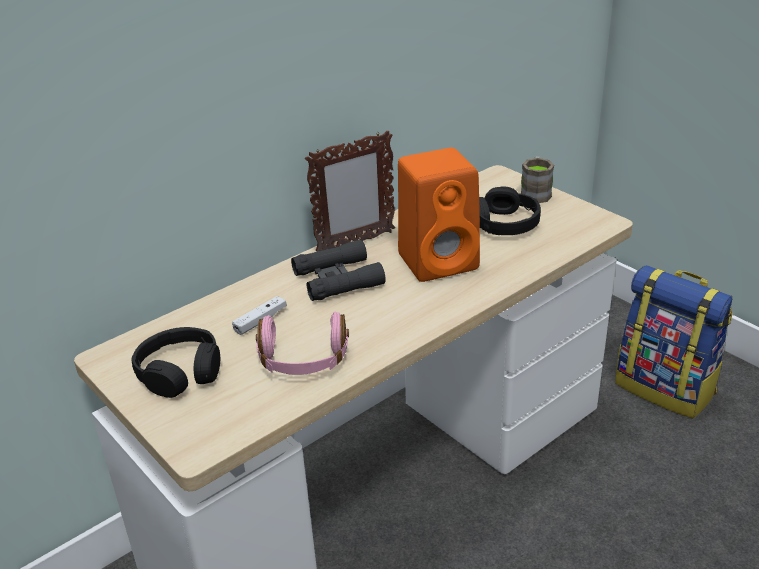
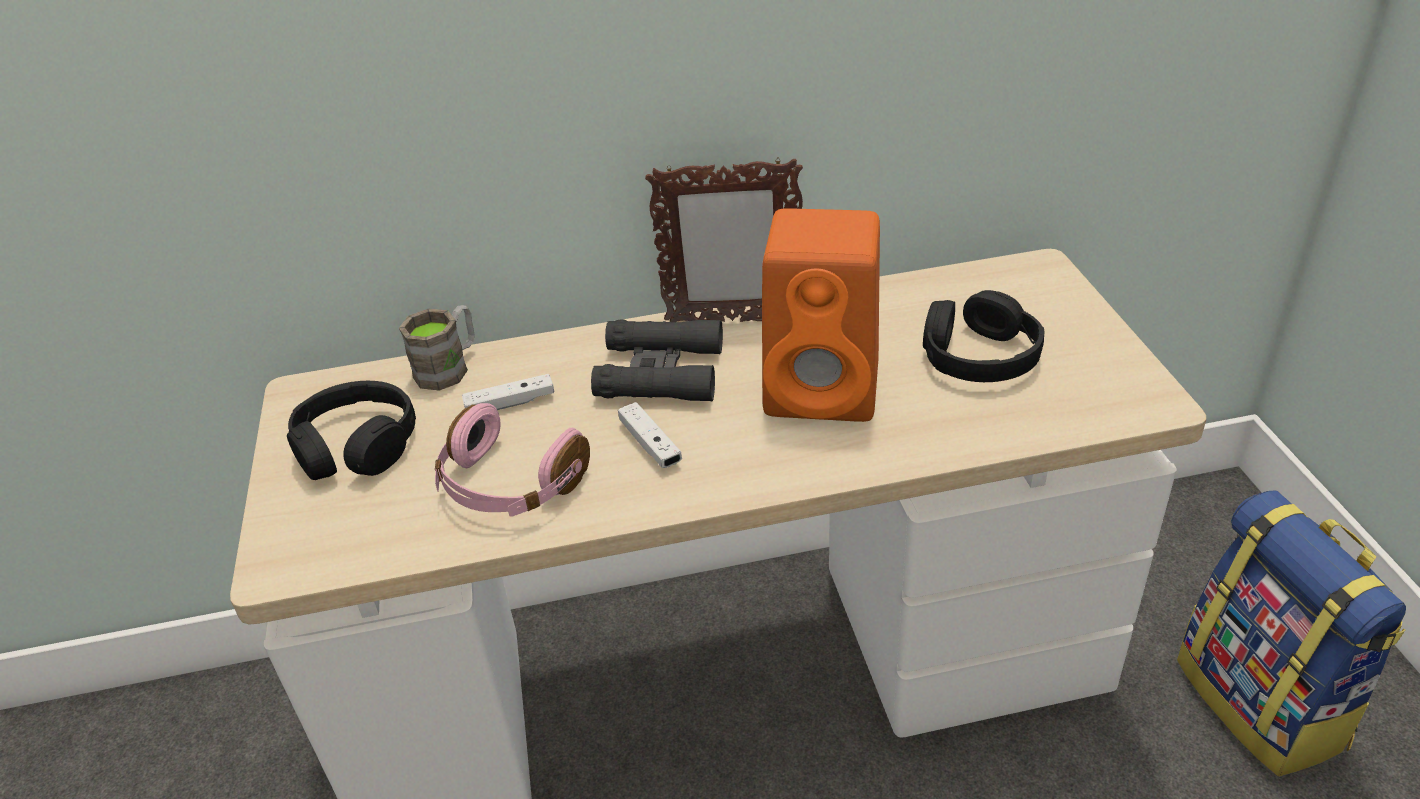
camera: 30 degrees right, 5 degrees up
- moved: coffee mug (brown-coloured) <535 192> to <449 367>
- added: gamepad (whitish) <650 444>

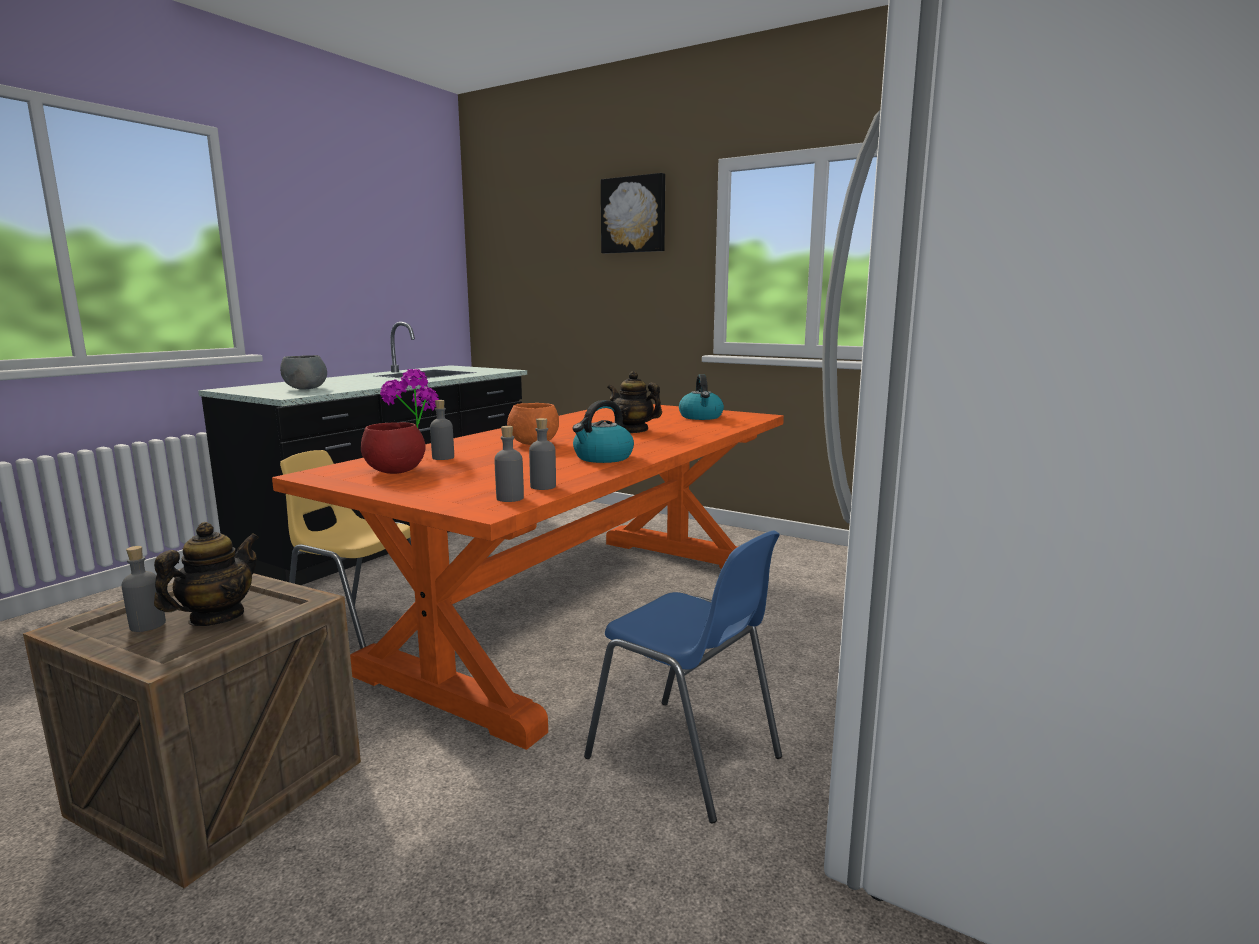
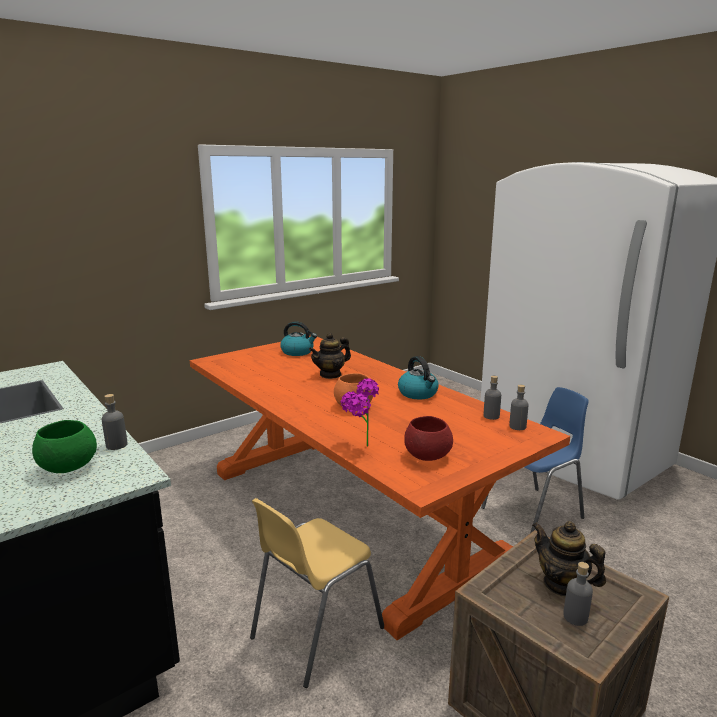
camera: 70 degrees left, 5 degrees up
- removed: picture <634 215>
- recoloured: bowl (greyish) <305 388> to bowl (greenish) <68 467>
- moved: drink bottle (greyish) <443 457> to <116 445>

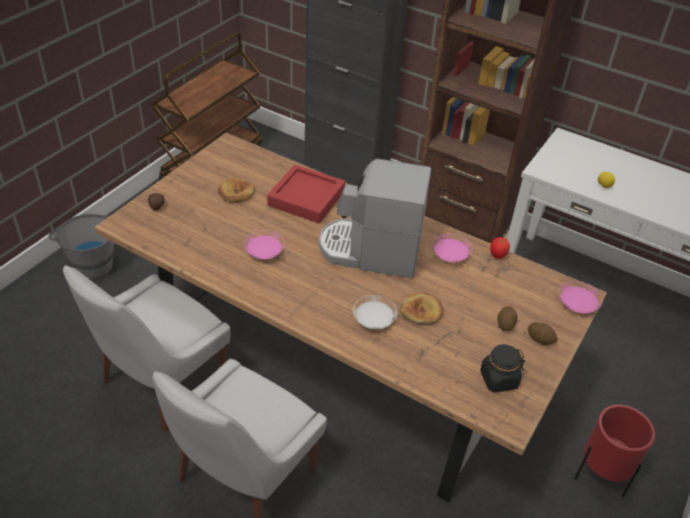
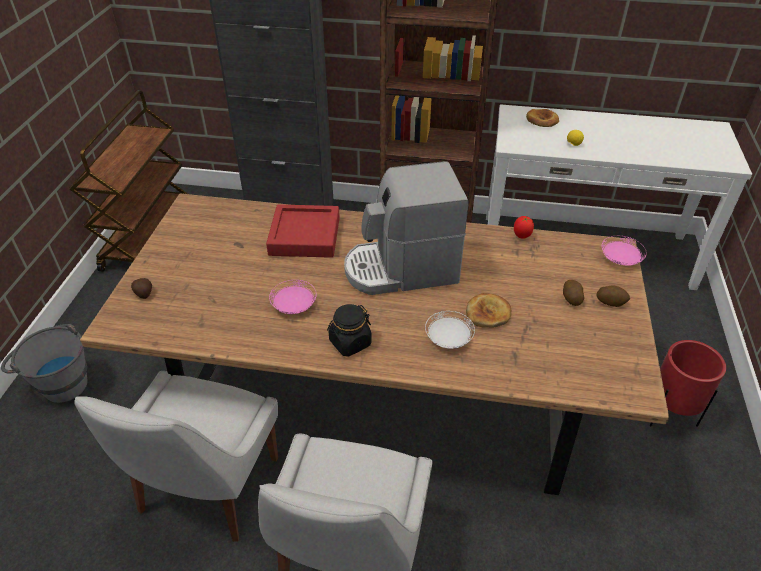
camera: 20 degrees left, 0 degrees up
- moved: bread <236 193> to <542 120>
- removed: dinner plate (pinkish) <450 256>
- moved: storage jar (blackish) <498 379> to <350 342>

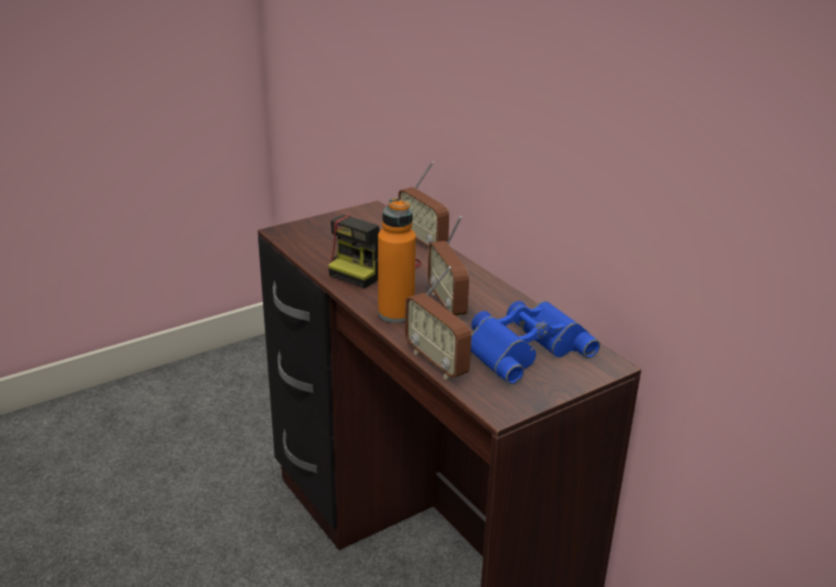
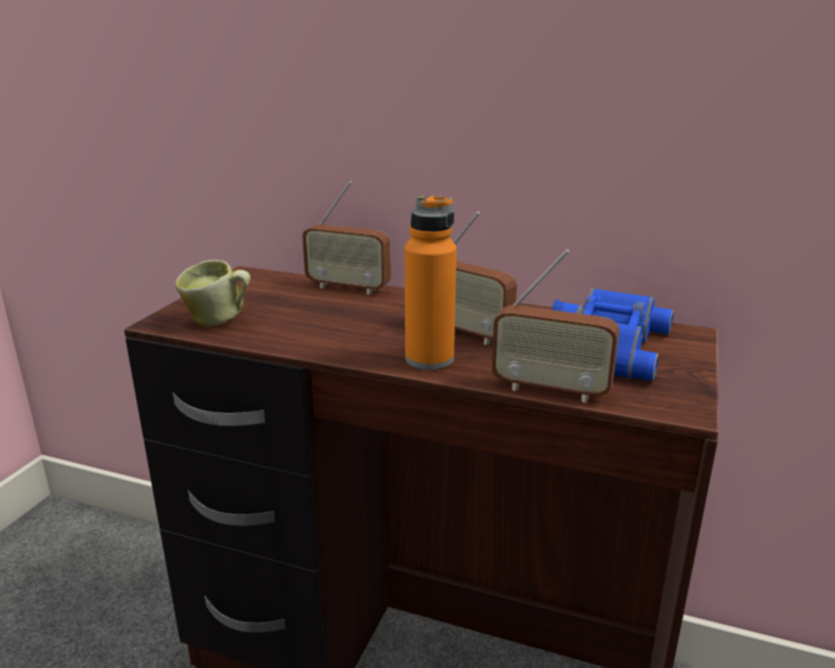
camera: 35 degrees left, 5 degrees down
- removed: still camera <373 268>
- added: coffee mug <219 322>

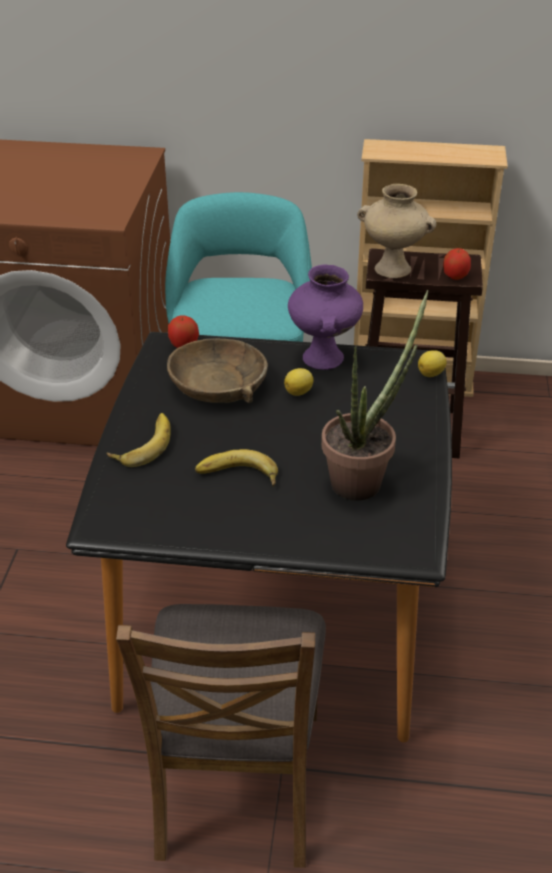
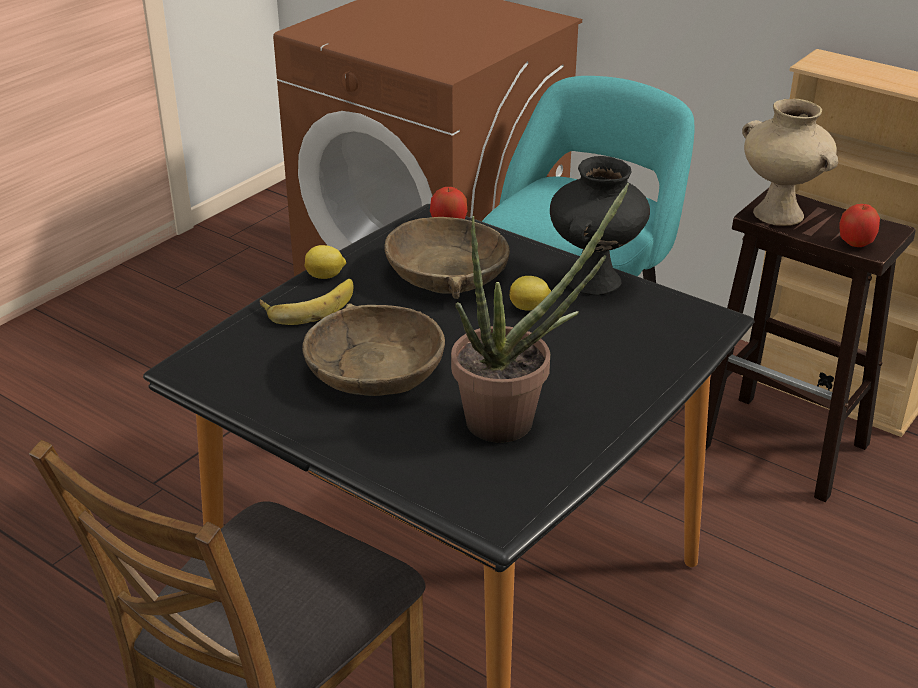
camera: 30 degrees right, 5 degrees down
- recoloured: decorative vase (purplish) <324 358> to decorative vase (blackish) <594 282>
- moved: citrus fruit <431 374> to <326 276>
- replaced: banana fruit <237 477> to bowl (brown-coloured) <374 369>

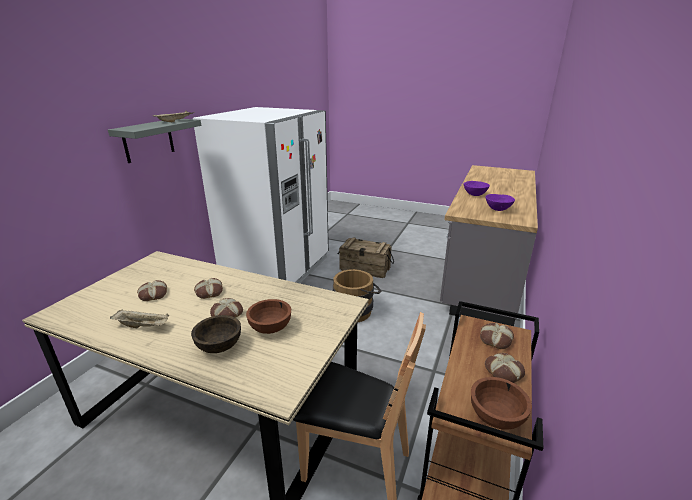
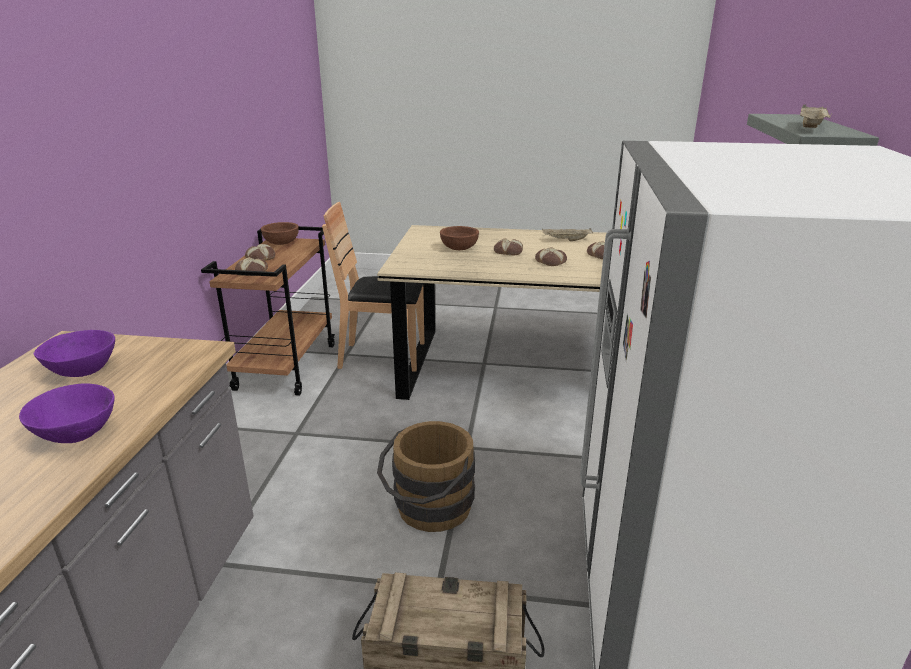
camera: 165 degrees right, 0 degrees up
- removed: bowl (brown-coloured) <219 346>

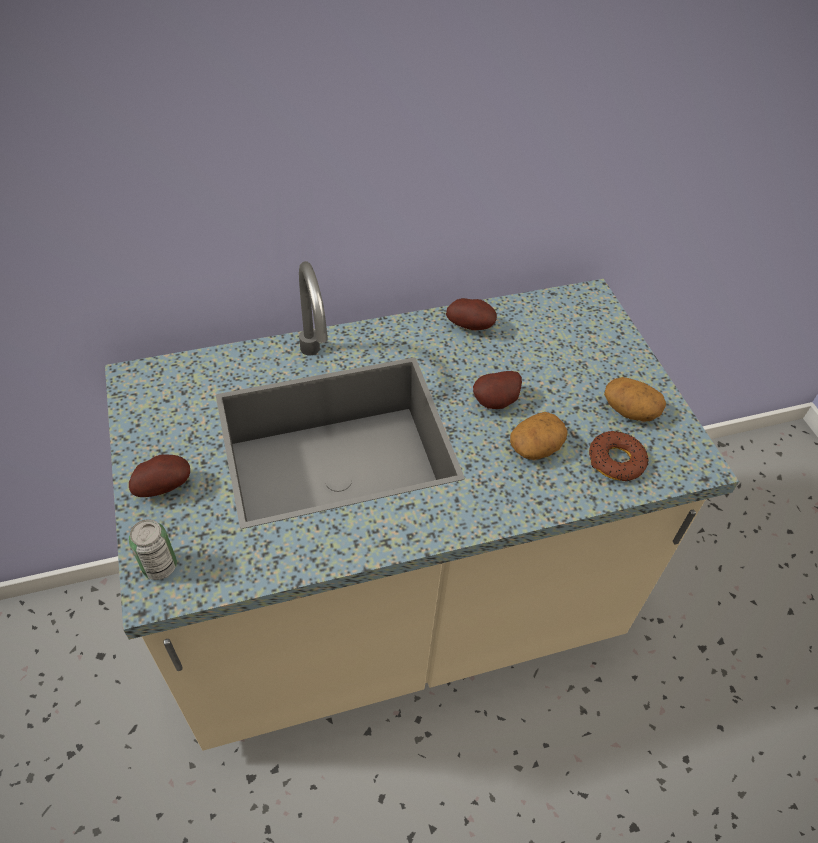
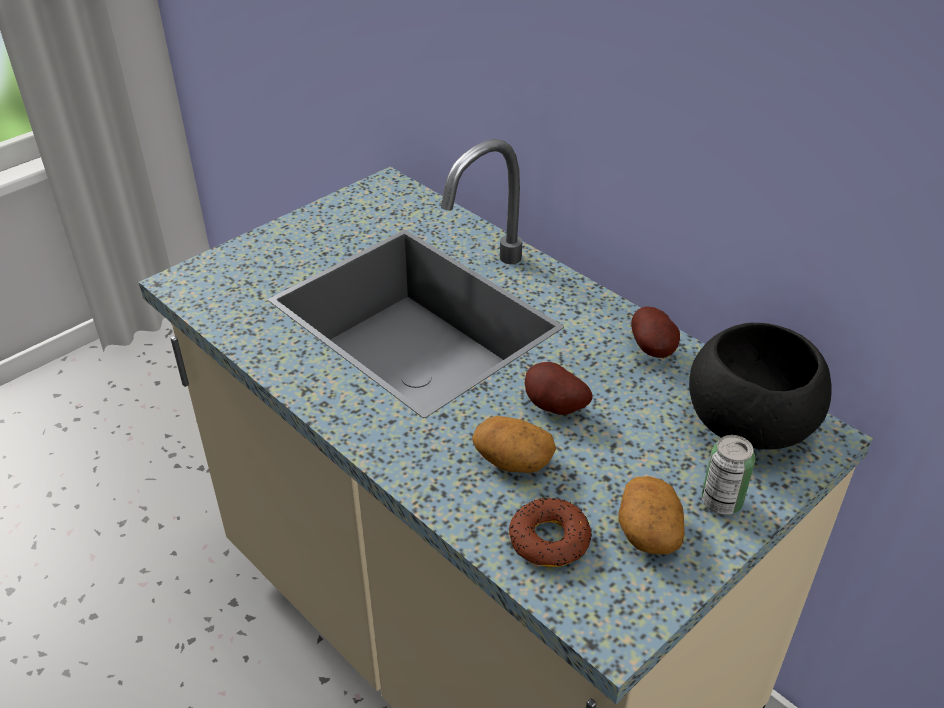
camera: 65 degrees right, 10 degrees down
- removed: whole potato <164 486>
- moved: can <159 566> to <721 502>
- added: bowl (blackish) <750 423>

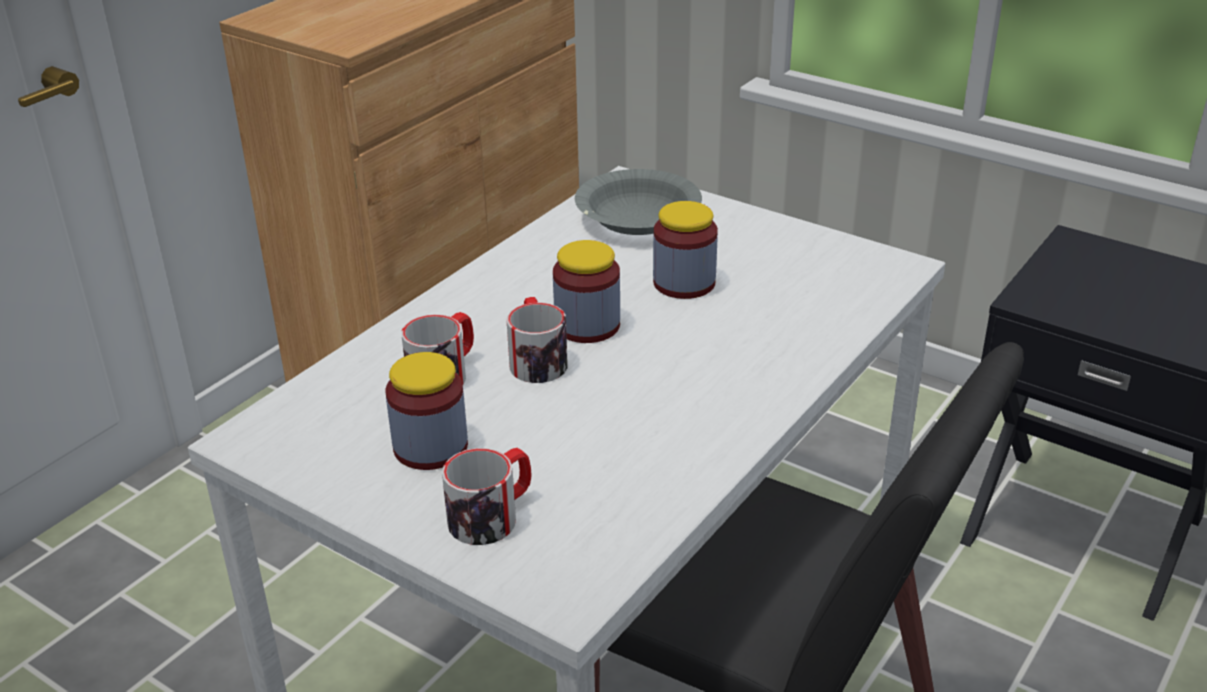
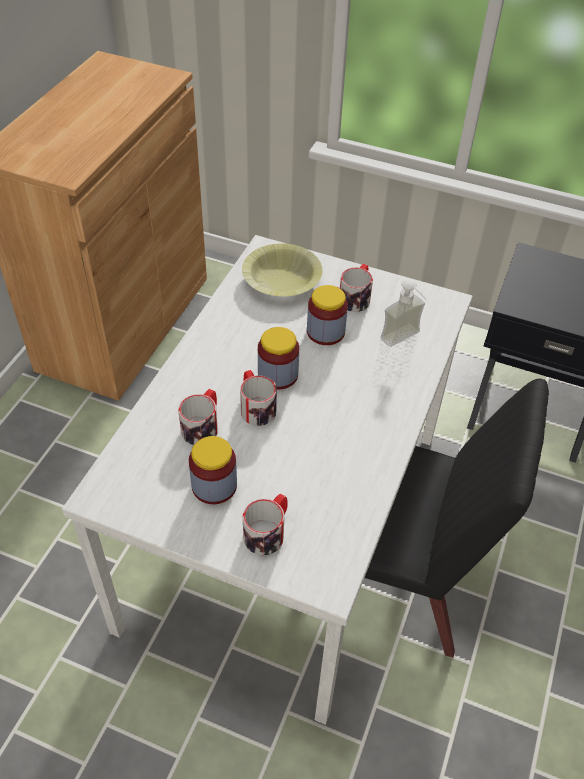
camera: 15 degrees left, 15 degrees up
- recoloured: bowl (greyish) <637 218> to bowl (yellowish) <281 280>
- added: coffee mug <356 297>
- added: soap dispenser <405 340>

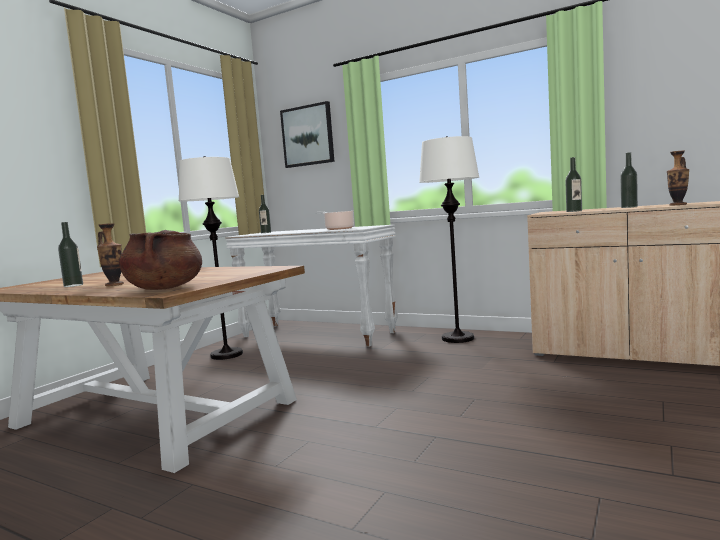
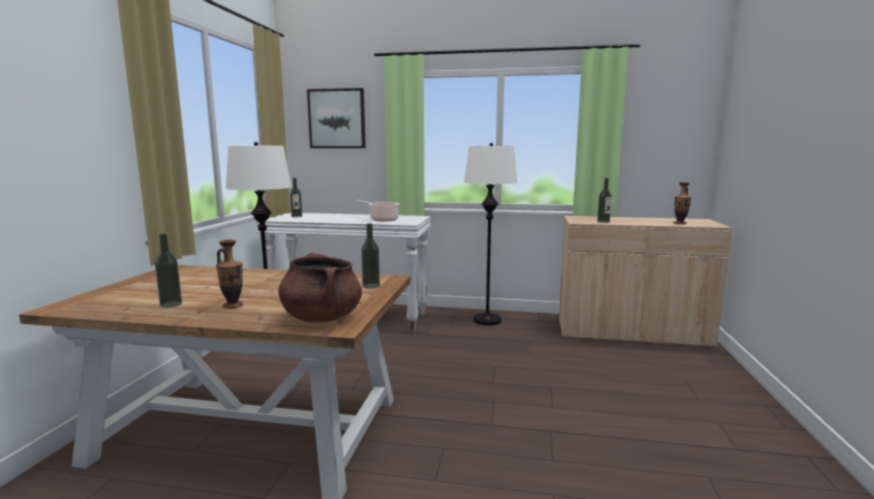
camera: 20 degrees left, 5 degrees up
- moved: drink bottle <629 207> to <371 286>

